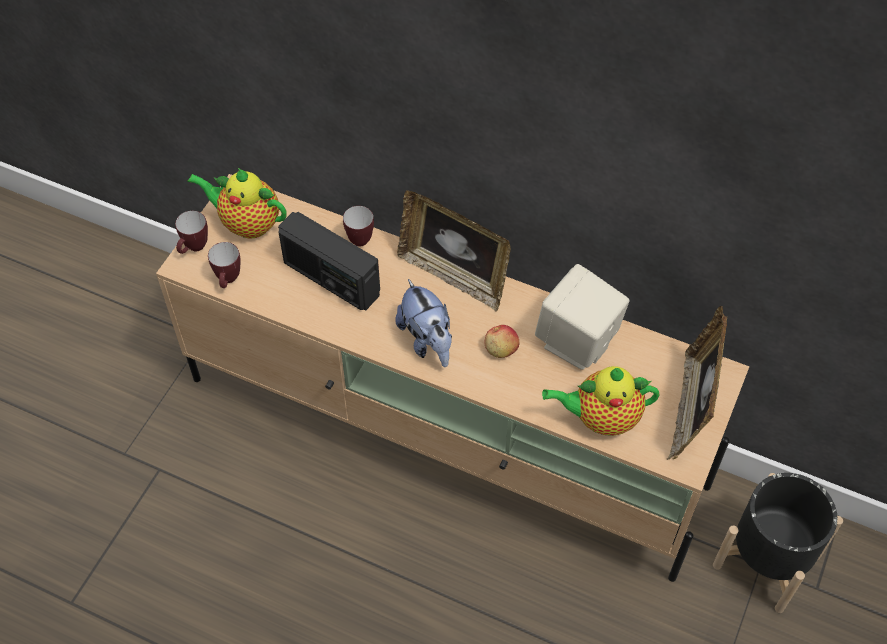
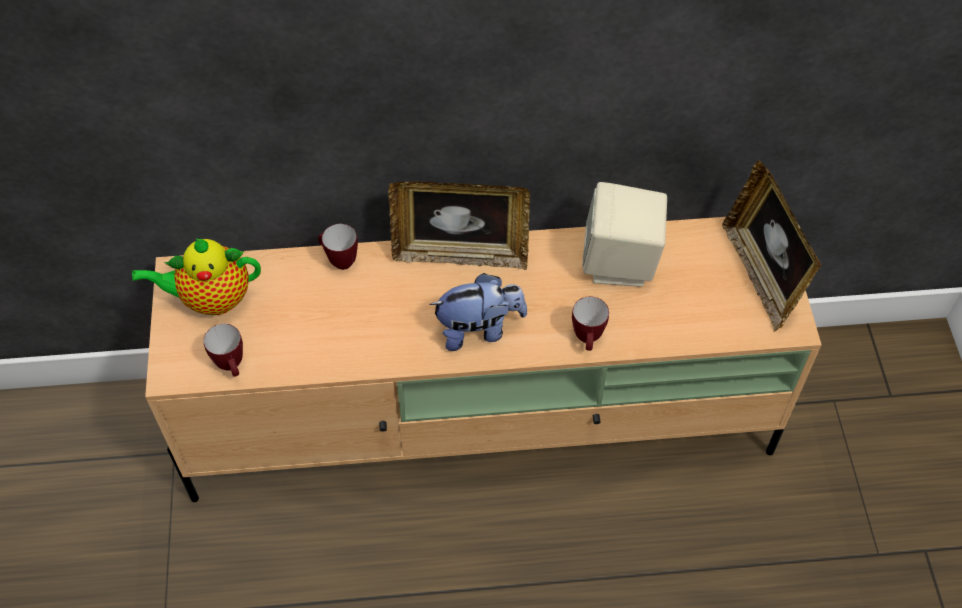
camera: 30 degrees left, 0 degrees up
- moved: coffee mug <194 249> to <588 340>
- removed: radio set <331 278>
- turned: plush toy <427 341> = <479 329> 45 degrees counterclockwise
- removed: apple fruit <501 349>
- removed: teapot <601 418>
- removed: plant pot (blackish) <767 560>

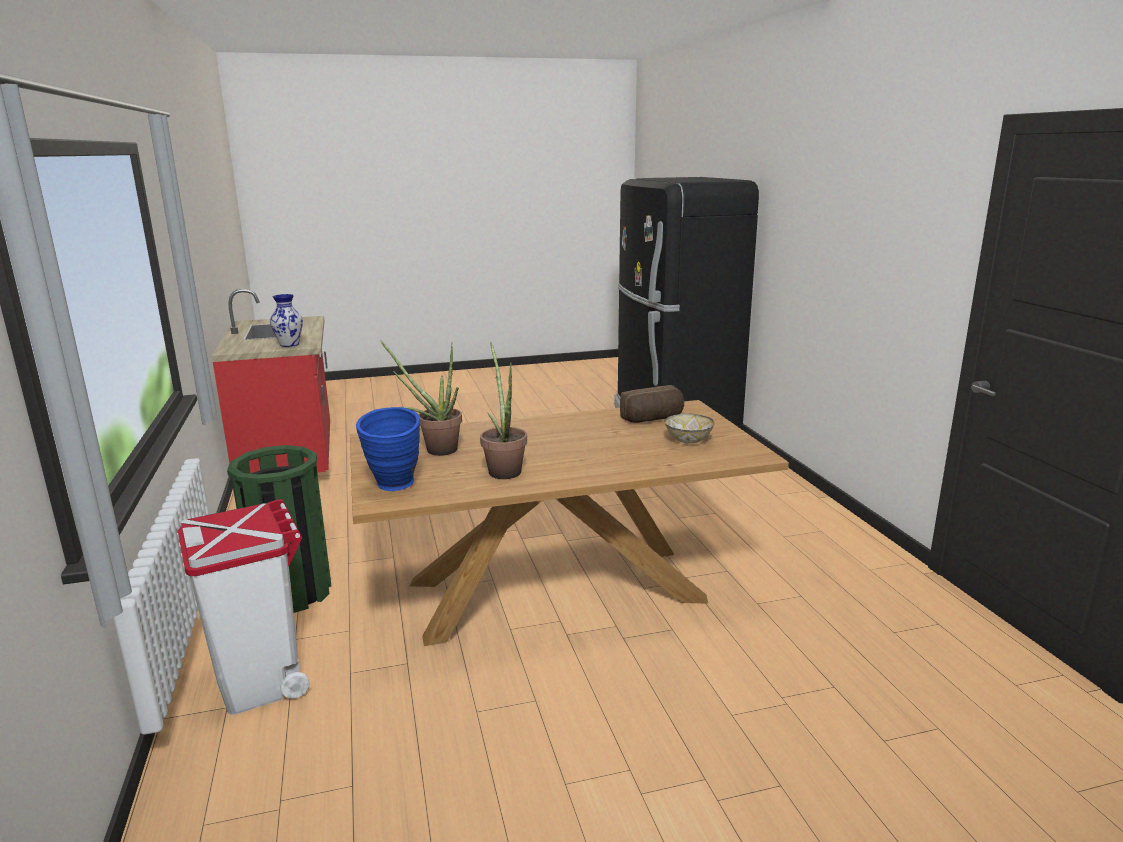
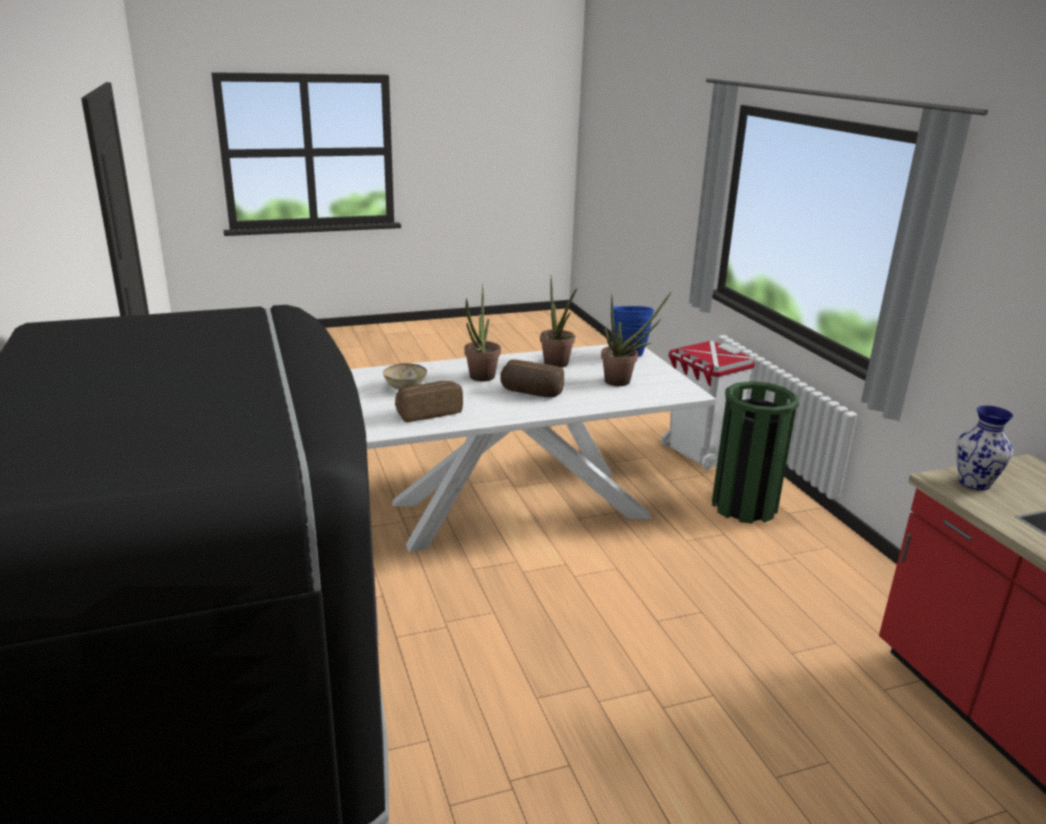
camera: 175 degrees right, 5 degrees up
- recoloured: kitchen table (brown-coloured) <558 591> to kitchen table (whitish) <518 508>
- added: houseplant <480 378>
- added: bread <530 393>

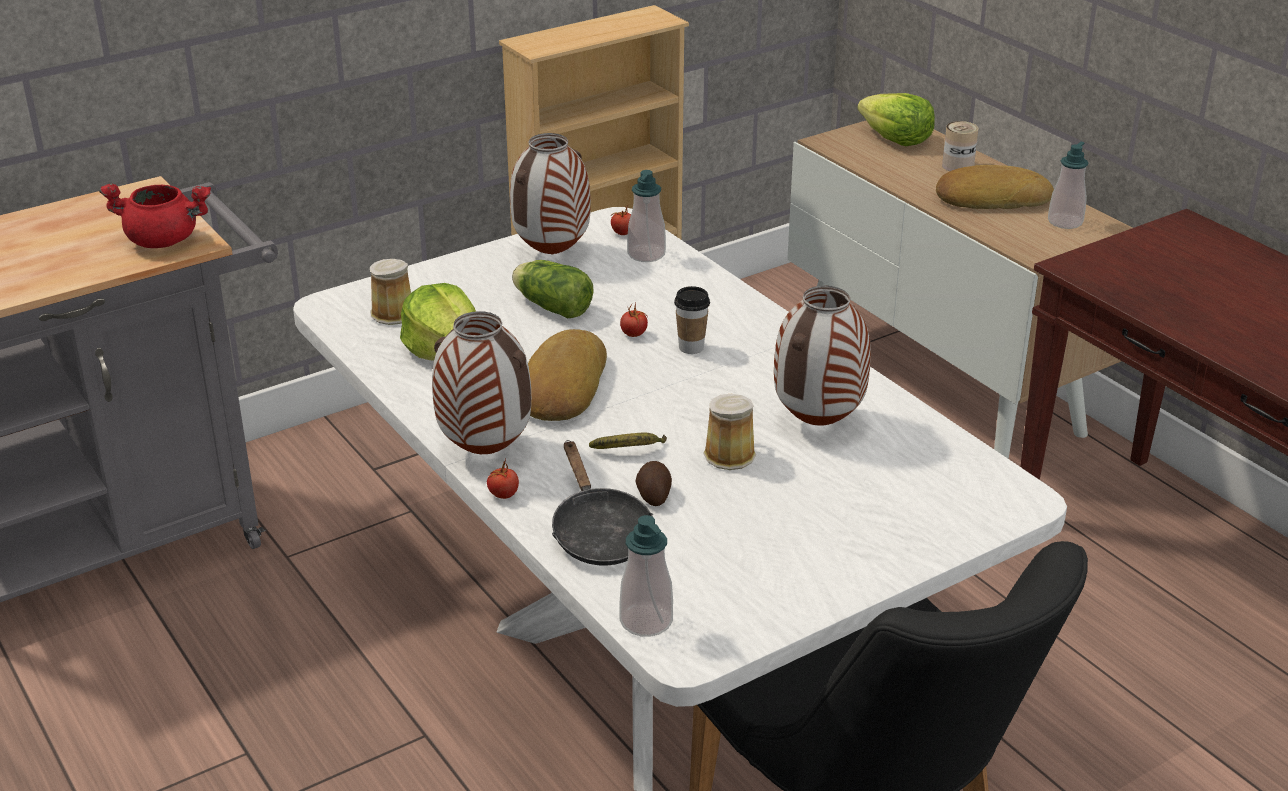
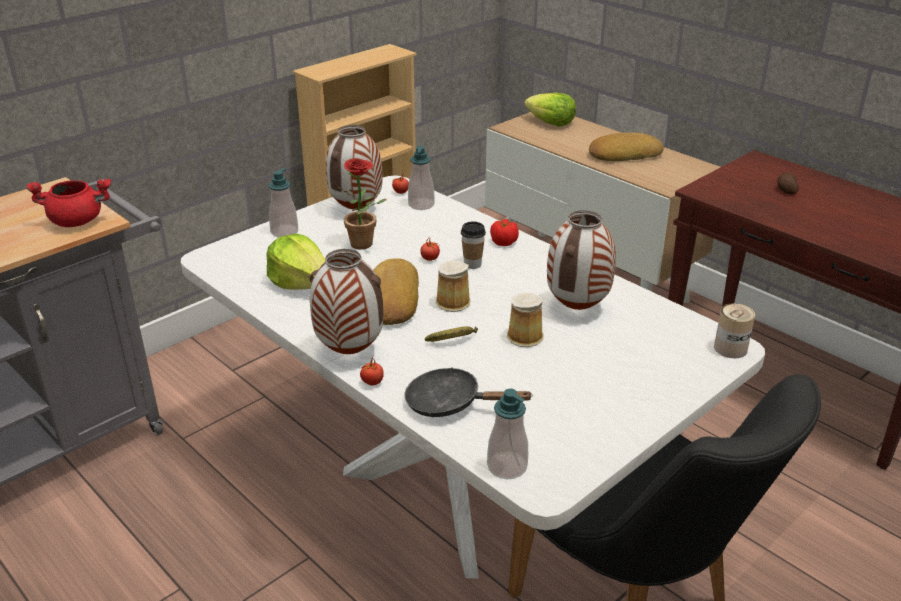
camera: 10 degrees left, 0 degrees up
- moved: can <958 166> to <730 348>
- moved: soap dispenser <1065 222> to <284 232>
- moved: coffee mug <394 312> to <452 301>
- replaced: lettuce head <550 306> to houseplant <366 245>
- turned: frying pan (blackish) <598 533> = <450 403> 135 degrees clockwise
- moved: whole potato <653 495> to <786 191>
- added: fresh tomato <503 242>

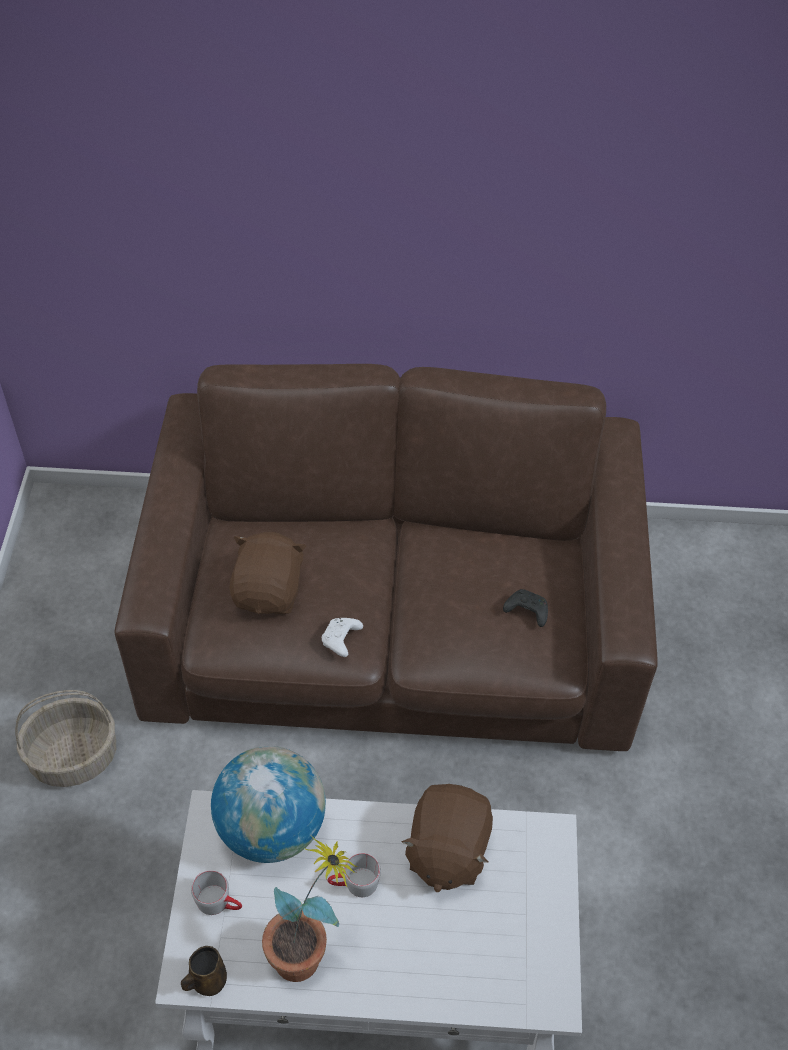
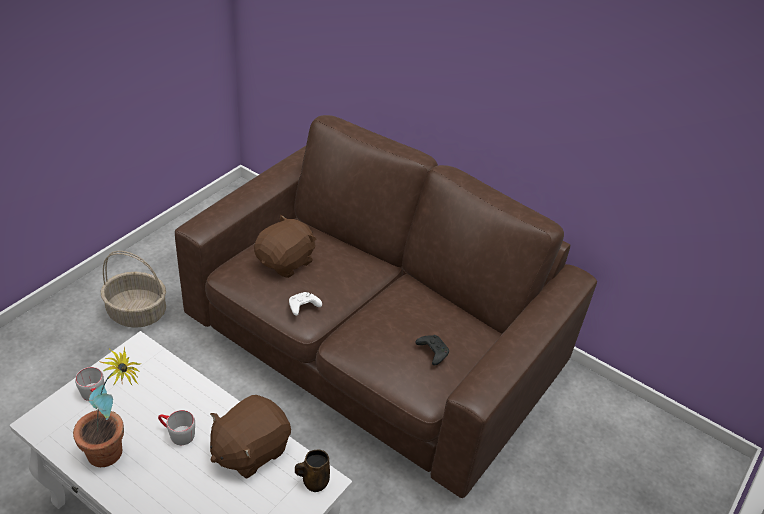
camera: 30 degrees right, 10 degrees down
- removed: world globe <272 828>
- moved: coffee mug (brown-coloured) <207 981> to <314 481>

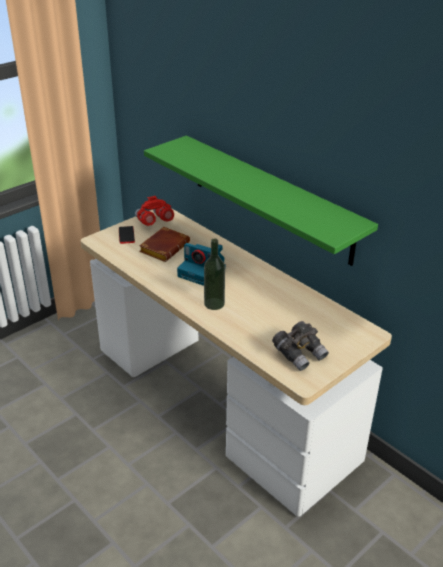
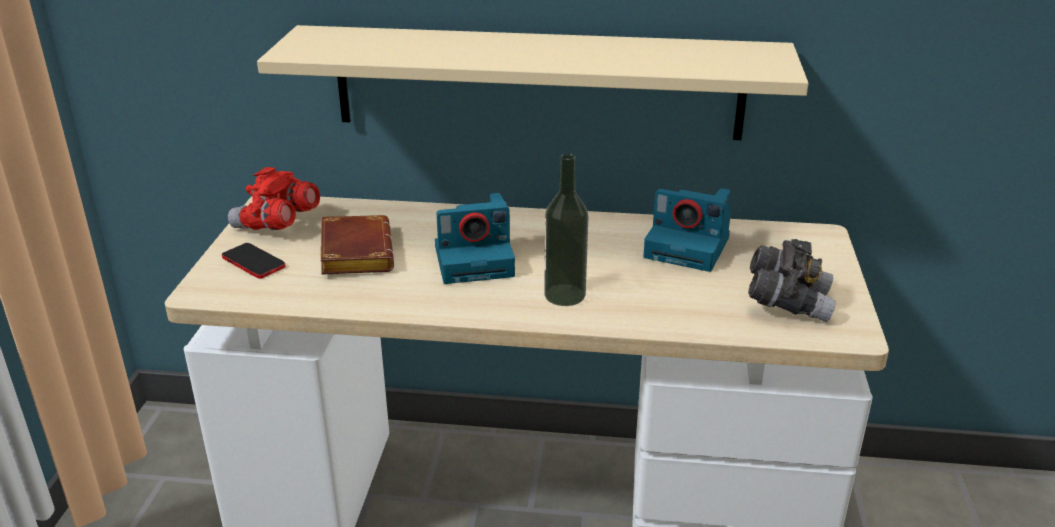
camera: 40 degrees left, 5 degrees down
- recoloured: shelf (greenish) <270 198> to shelf (beige) <538 82>
- added: still camera <689 247>

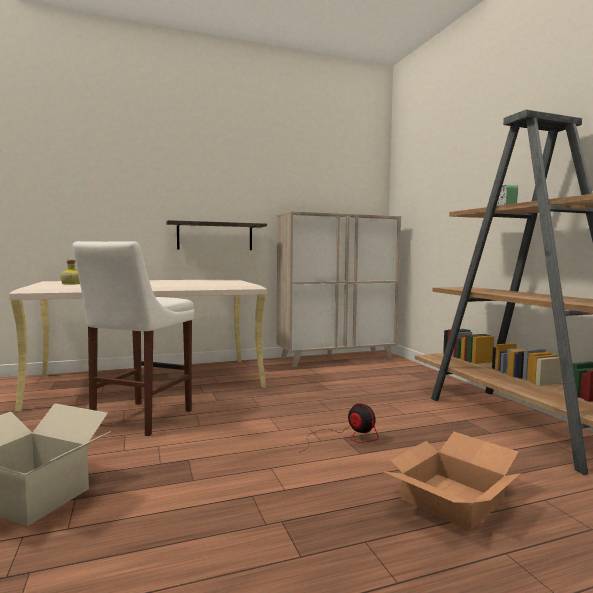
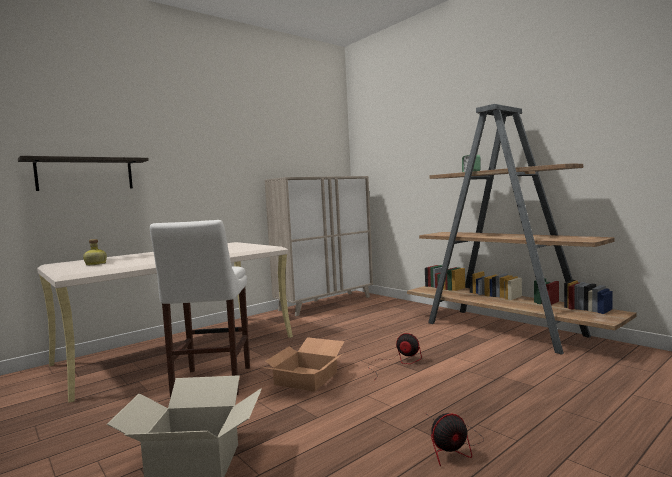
camera: 20 degrees left, 0 degrees up
- moved: shelf <215 236> to <85 174>
- moved: carton <451 498> to <305 378>
- added: fan <453 446>

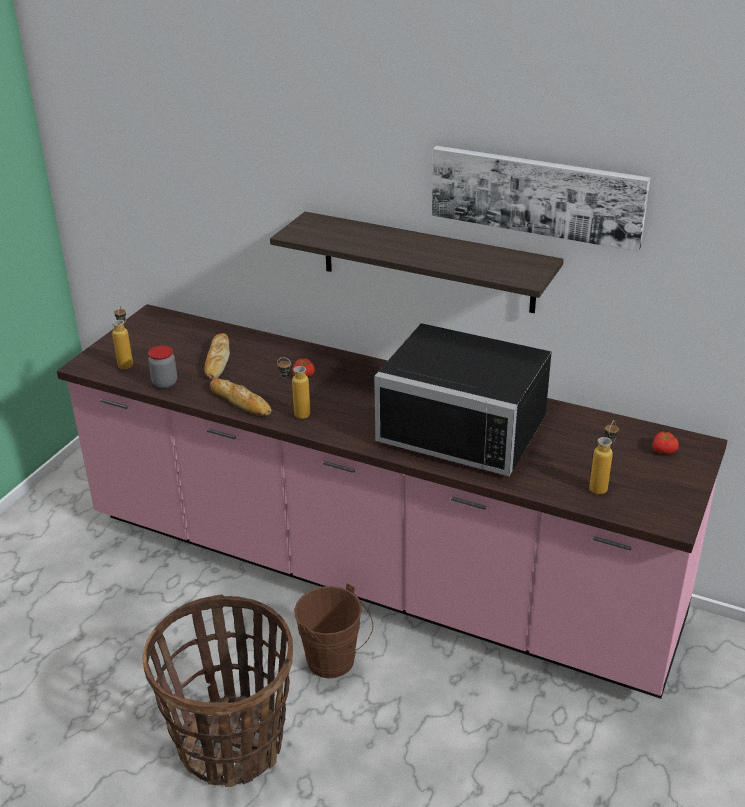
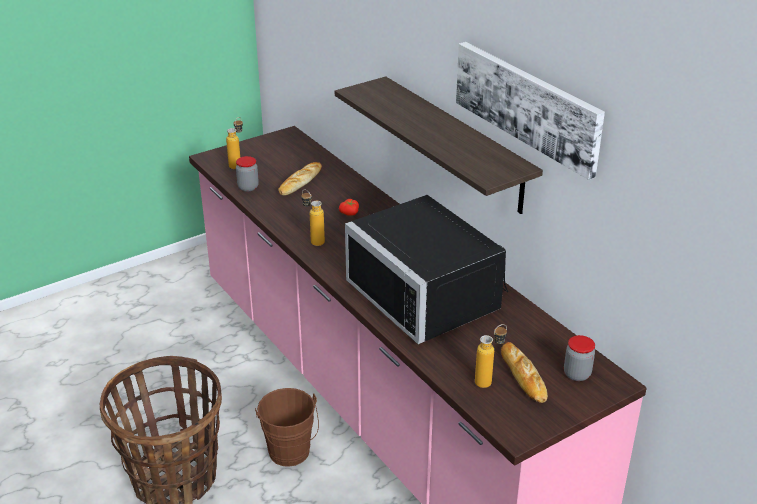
camera: 30 degrees right, 0 degrees up
- moved: bread <240 401> to <523 376>
- replaced: fresh tomato <664 450> to storage jar <577 374>

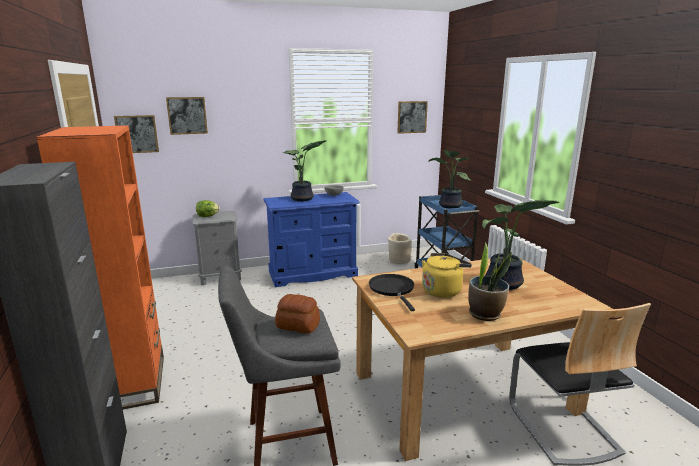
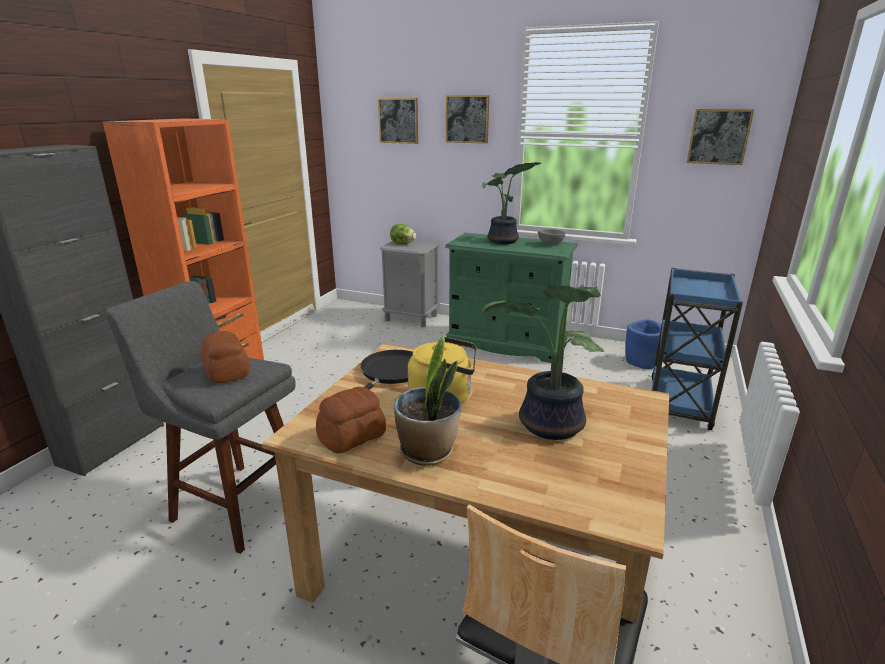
camera: 40 degrees right, 5 degrees up
- moved: picture <137 134> to <467 119>
- removed: houseplant <449 206>
- recoloured: dresser (blue-coloured) <313 273> to dresser (greenish) <506 343>
- recoloured: plant pot (beige) <398 260> to plant pot (blue-coloured) <642 361>
- added: bread <353 436>

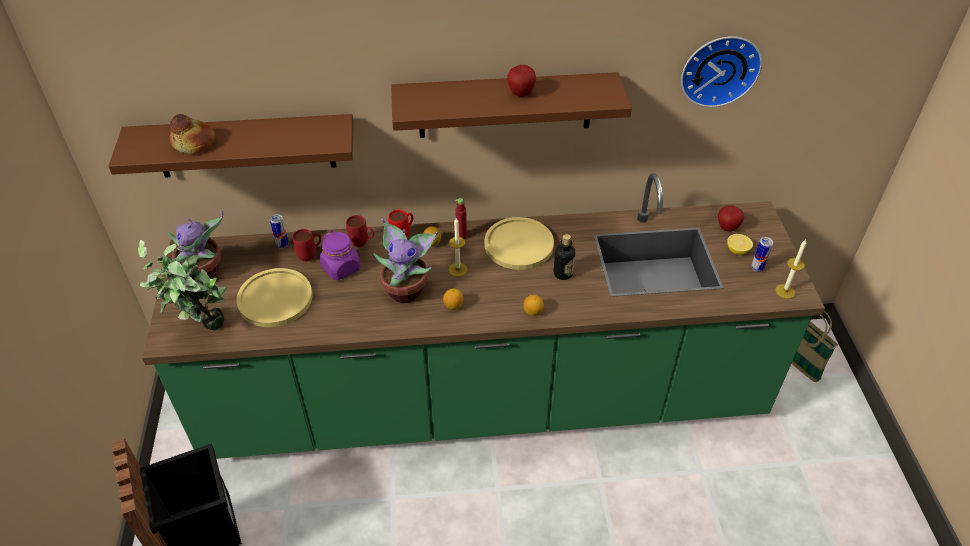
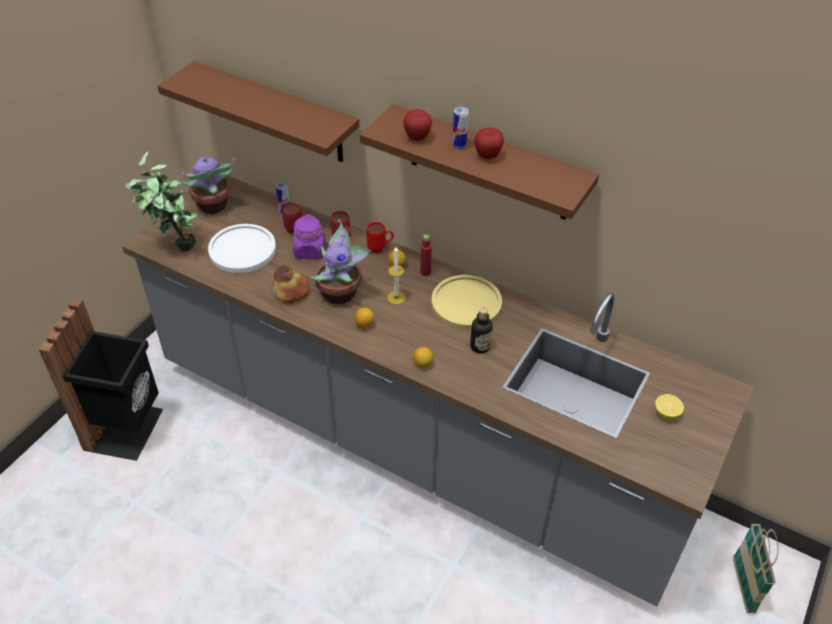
camera: 35 degrees right, 0 degrees up
- removed: hanging clock <719 69>
- moved: bread <194 142> to <291 291>
- recoloured: kitchen base unit (greenish) <485 400> to kitchen base unit (greyish) <413 440>
- moved: apple fruit <727 228> to <417 137>
- moved: can <757 268> to <459 146>
- removed: wax light <785 291>
- recoloured: dinner plate (yellowish) <275 299> to dinner plate (whitish) <242 249>

